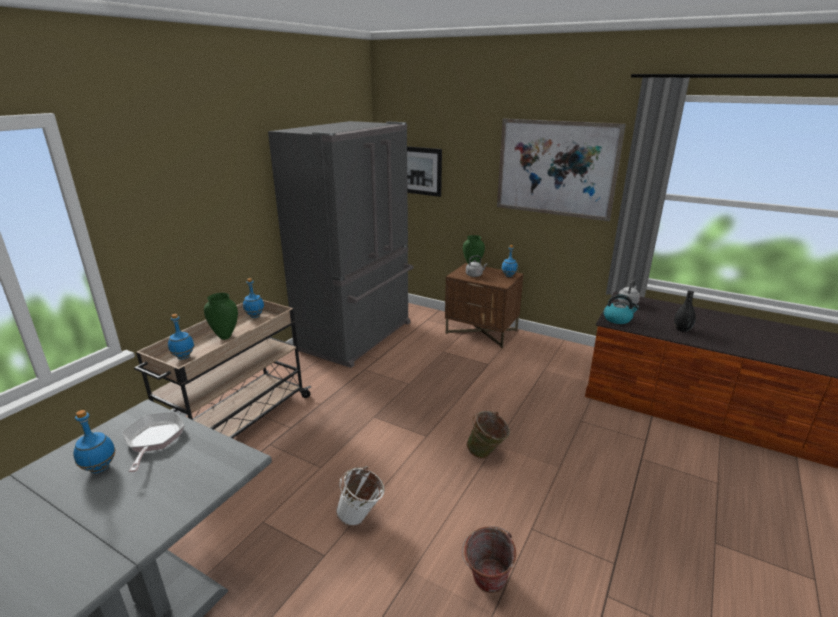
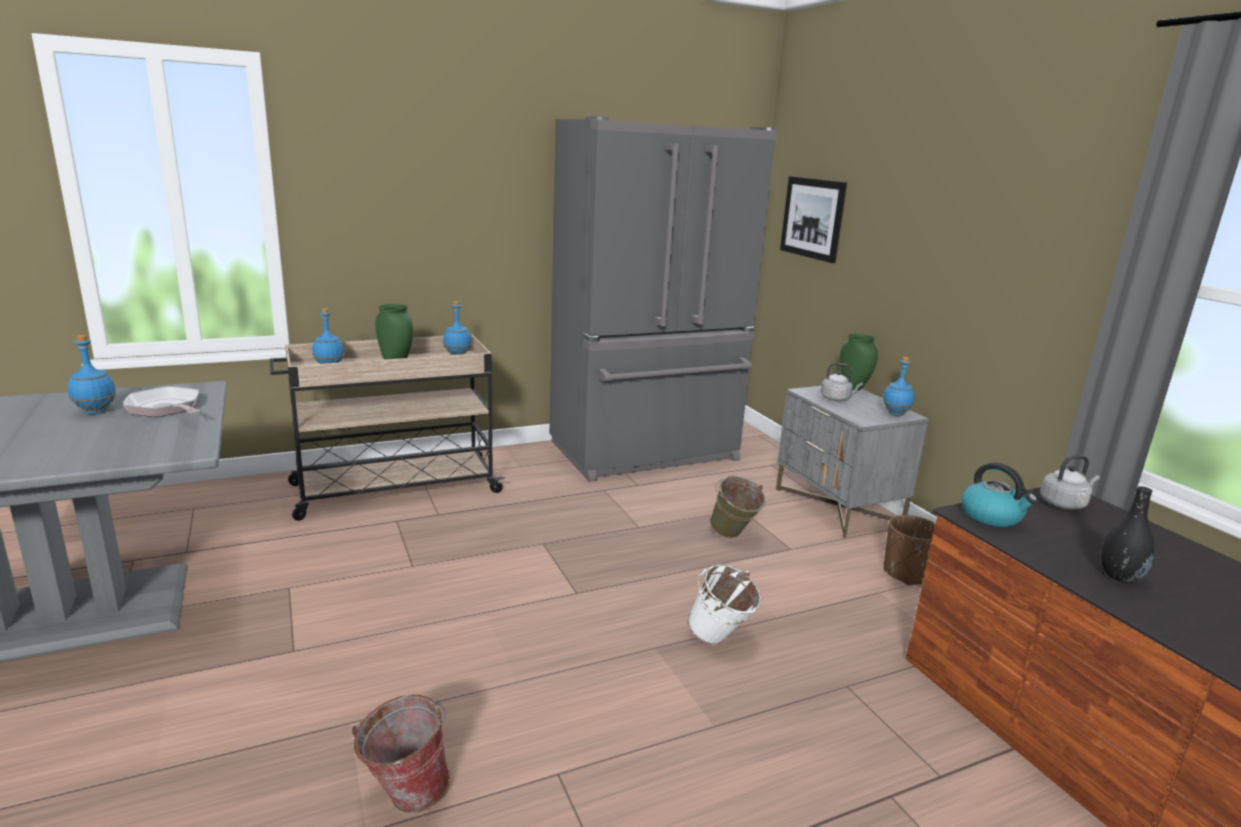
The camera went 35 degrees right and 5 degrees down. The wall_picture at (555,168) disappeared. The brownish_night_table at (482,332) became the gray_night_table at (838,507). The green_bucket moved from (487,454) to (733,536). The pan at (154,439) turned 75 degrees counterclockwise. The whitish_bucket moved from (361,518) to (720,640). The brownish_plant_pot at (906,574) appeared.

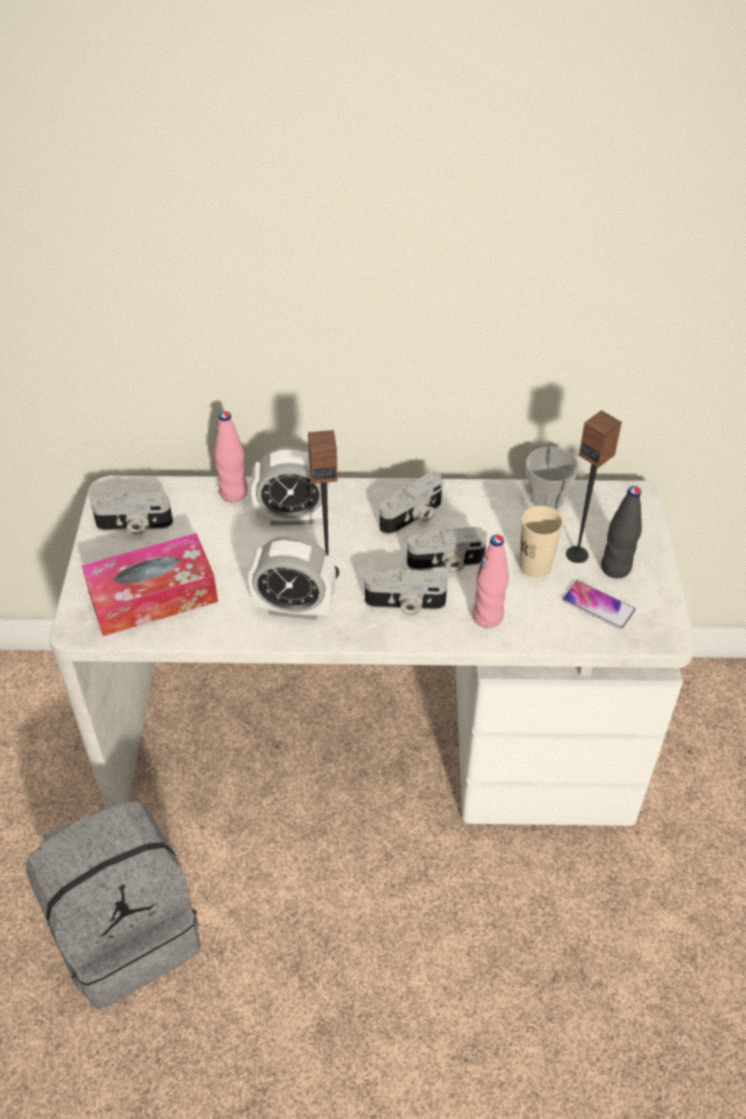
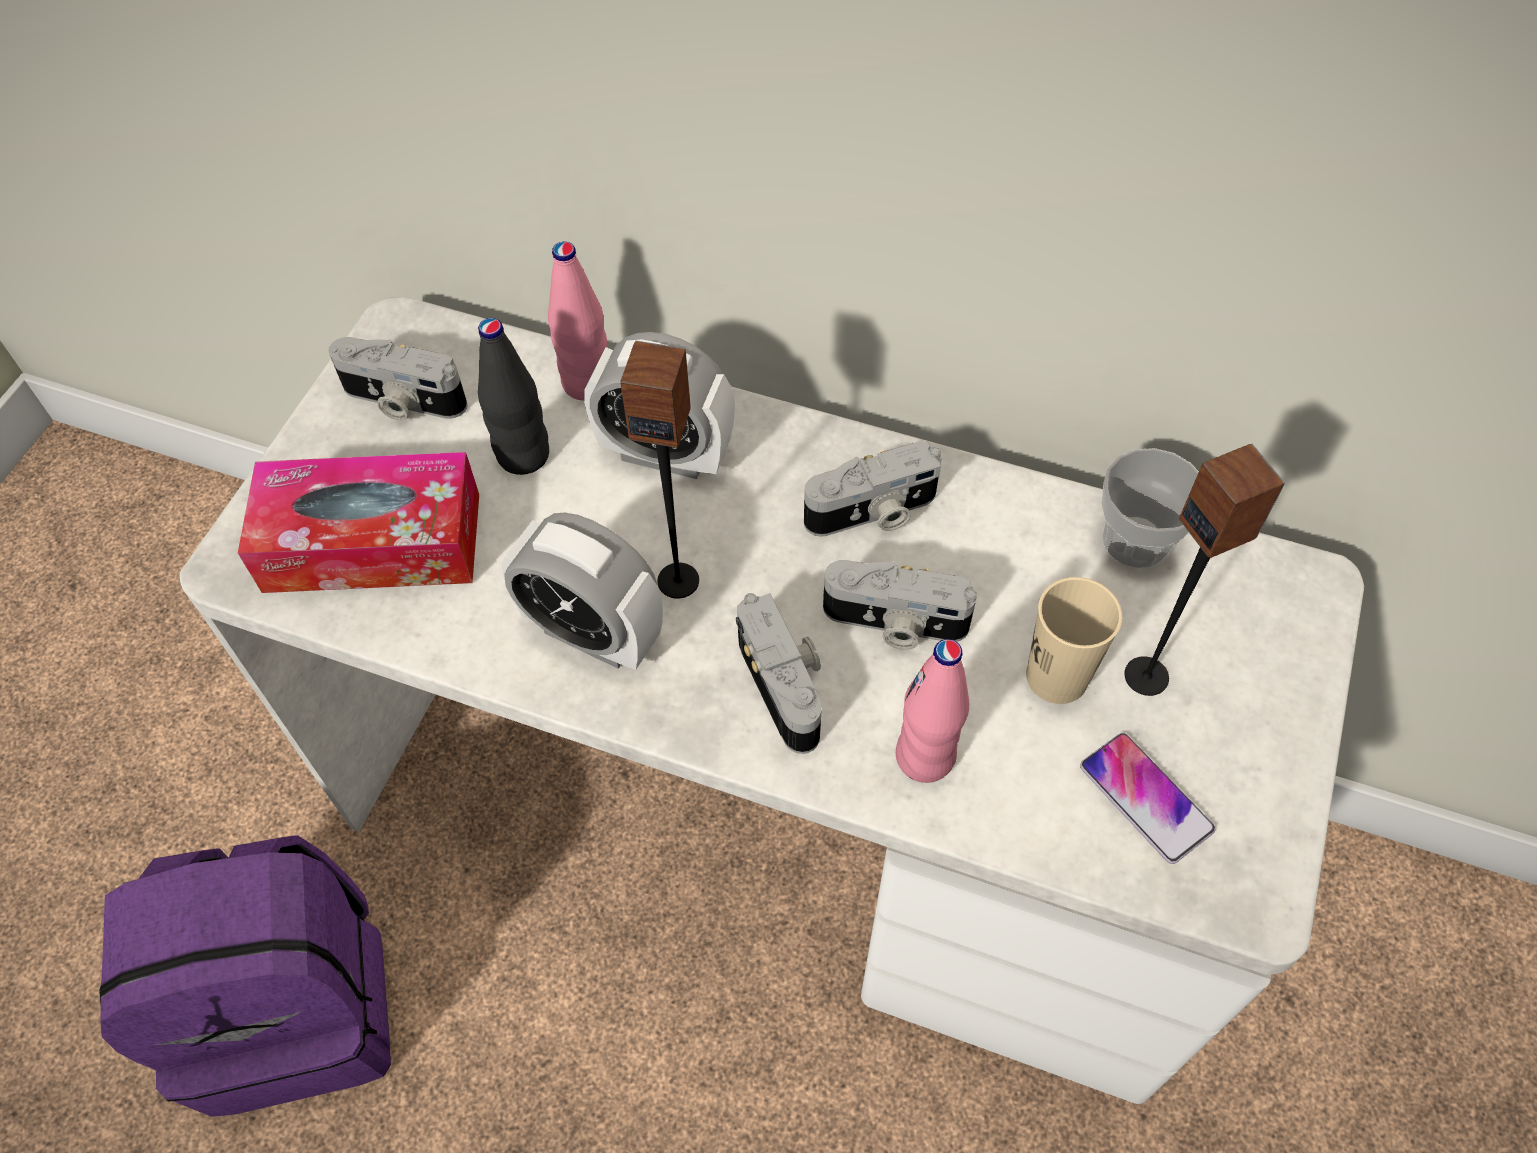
The camera went 20 degrees right and 10 degrees up. The black_bottle moved from (615,568) to (523,456). The photo_camera at (405,604) turned 135 degrees counterclockwise. The gray_knapsack at (127,932) became the purple-coloured_knapsack at (298,1006).

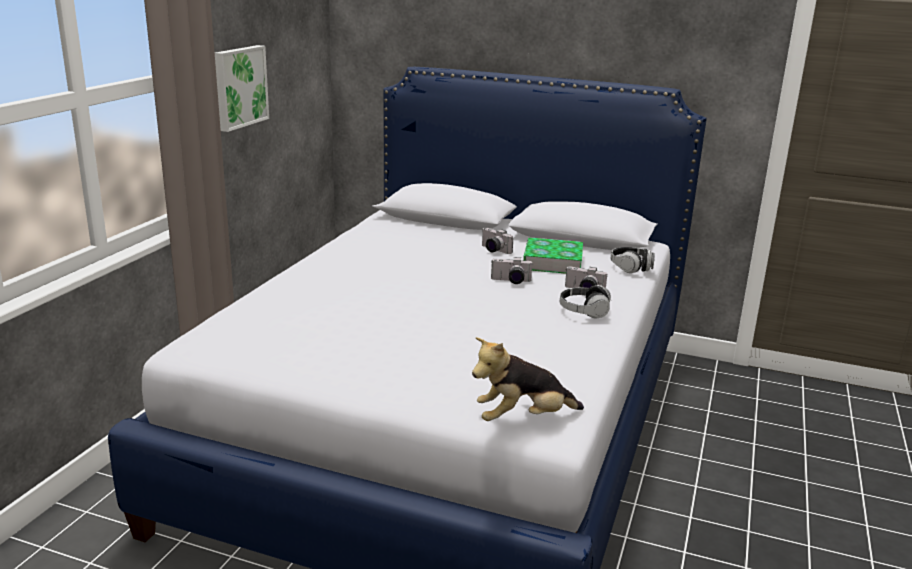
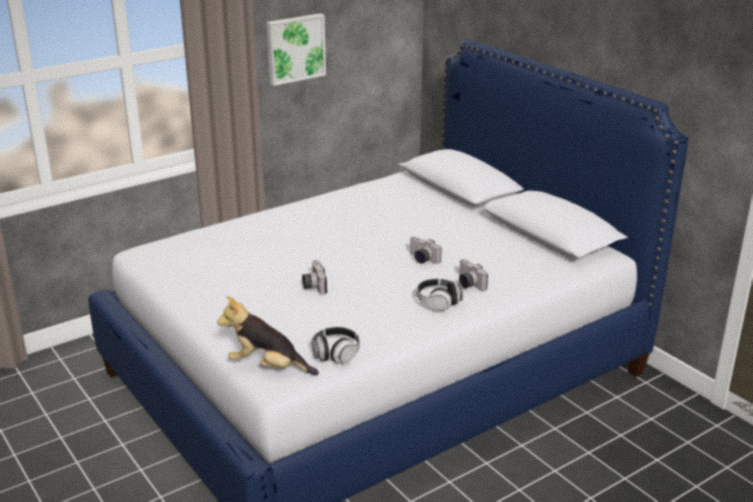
The camera went 35 degrees right and 5 degrees up. The photo_camera moved from (493,250) to (313,285). The book at (552,262) disappeared. The pair_of_headphones moved from (631,268) to (335,354).

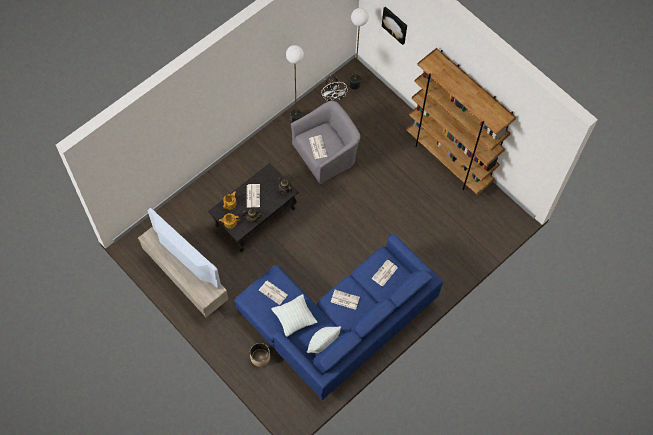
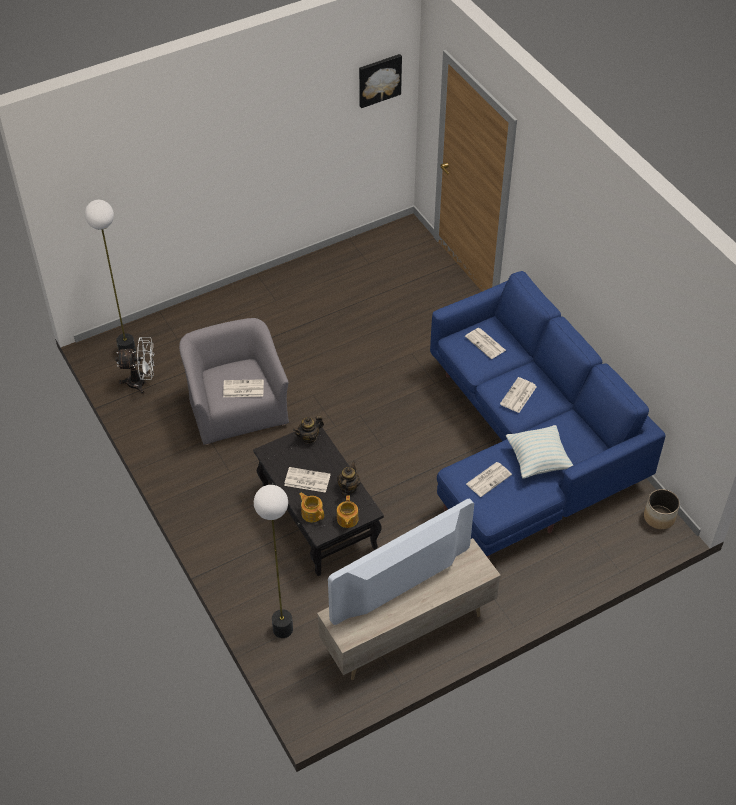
The camera went 75 degrees left and 15 degrees down. The wall_picture moved from (395,25) to (379,79). The standing_lamp moved from (296,119) to (282,629). The brownish_shelving_unit at (449,159) disappeared. The pillow at (323,344) disappeared. The plant_pot moved from (260,357) to (659,517).

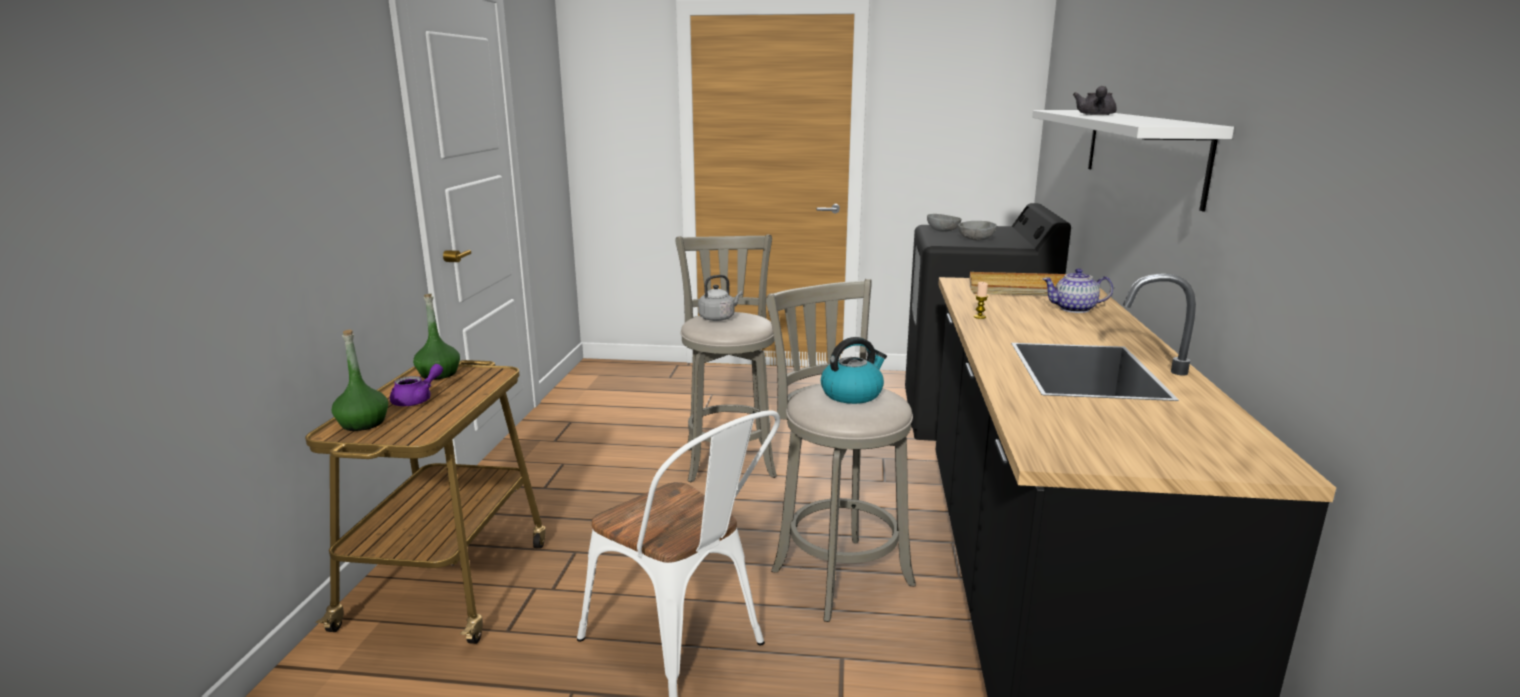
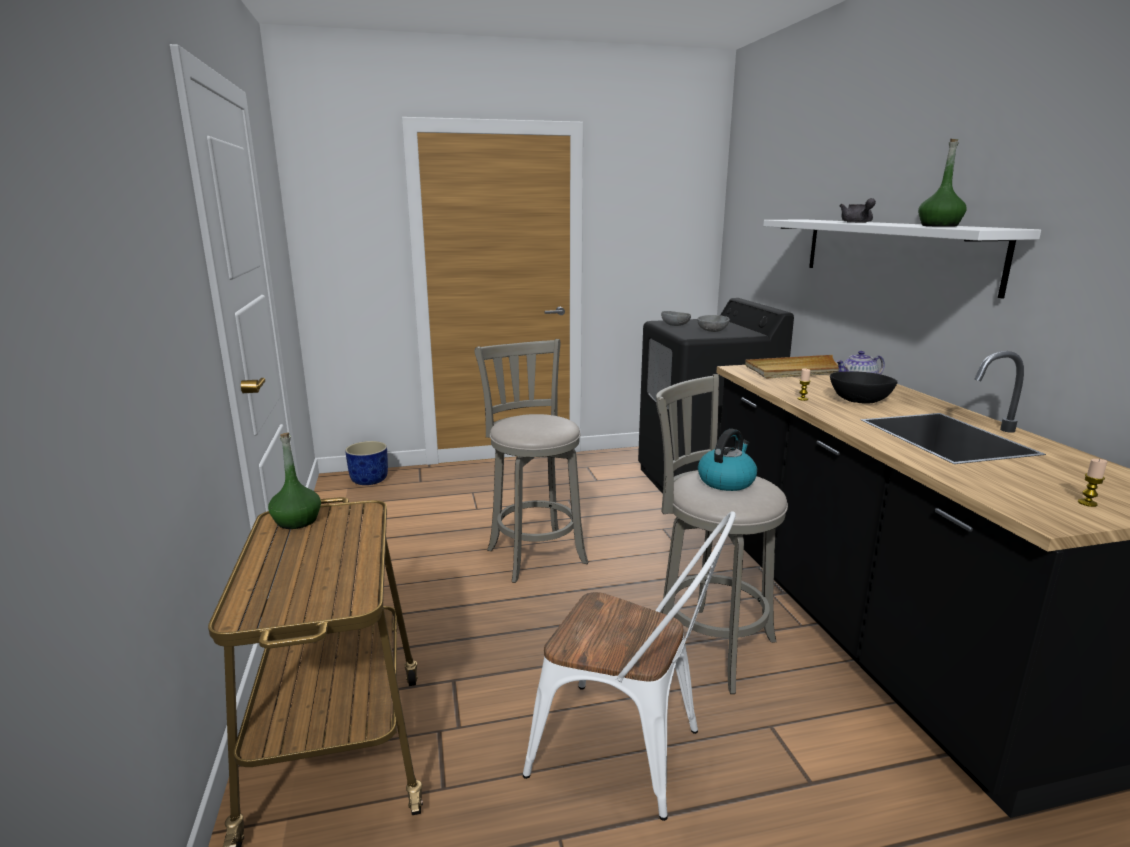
The camera went 20 degrees left and 0 degrees up. The gray_kettle at (718,318) disappeared. The green_bottle moved from (363,423) to (939,226). The purple-coloured_teapot at (418,400) disappeared. The black_bowl at (859,400) appeared. The blue_plant_pot at (369,480) appeared. The wax_candle at (1087,503) appeared.

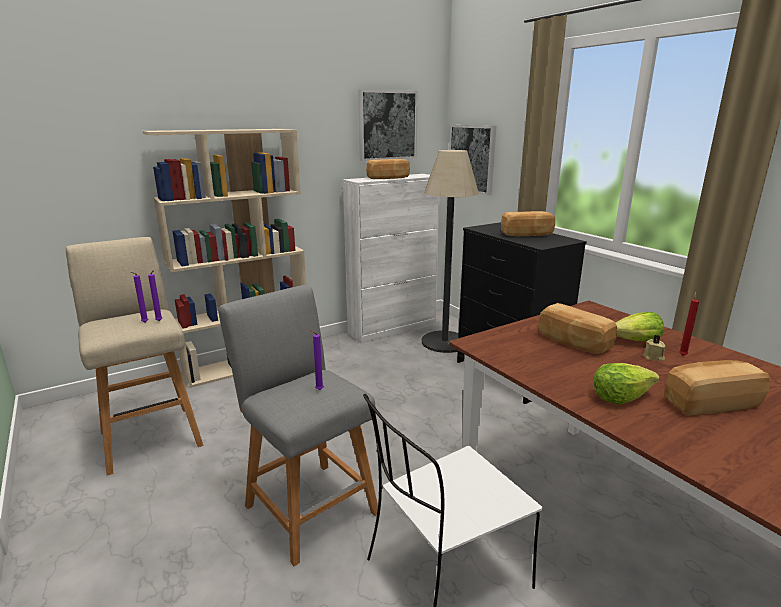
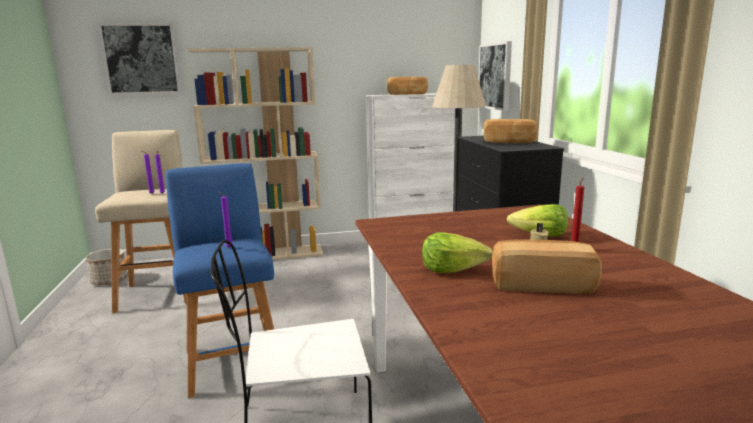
The camera went 20 degrees right and 5 degrees down. The wall_picture moved from (387,125) to (141,59). The gray_sitting_stool at (308,505) became the blue_sitting_stool at (232,359). The bread at (573,342) disappeared. The plant_pot at (109,280) appeared.

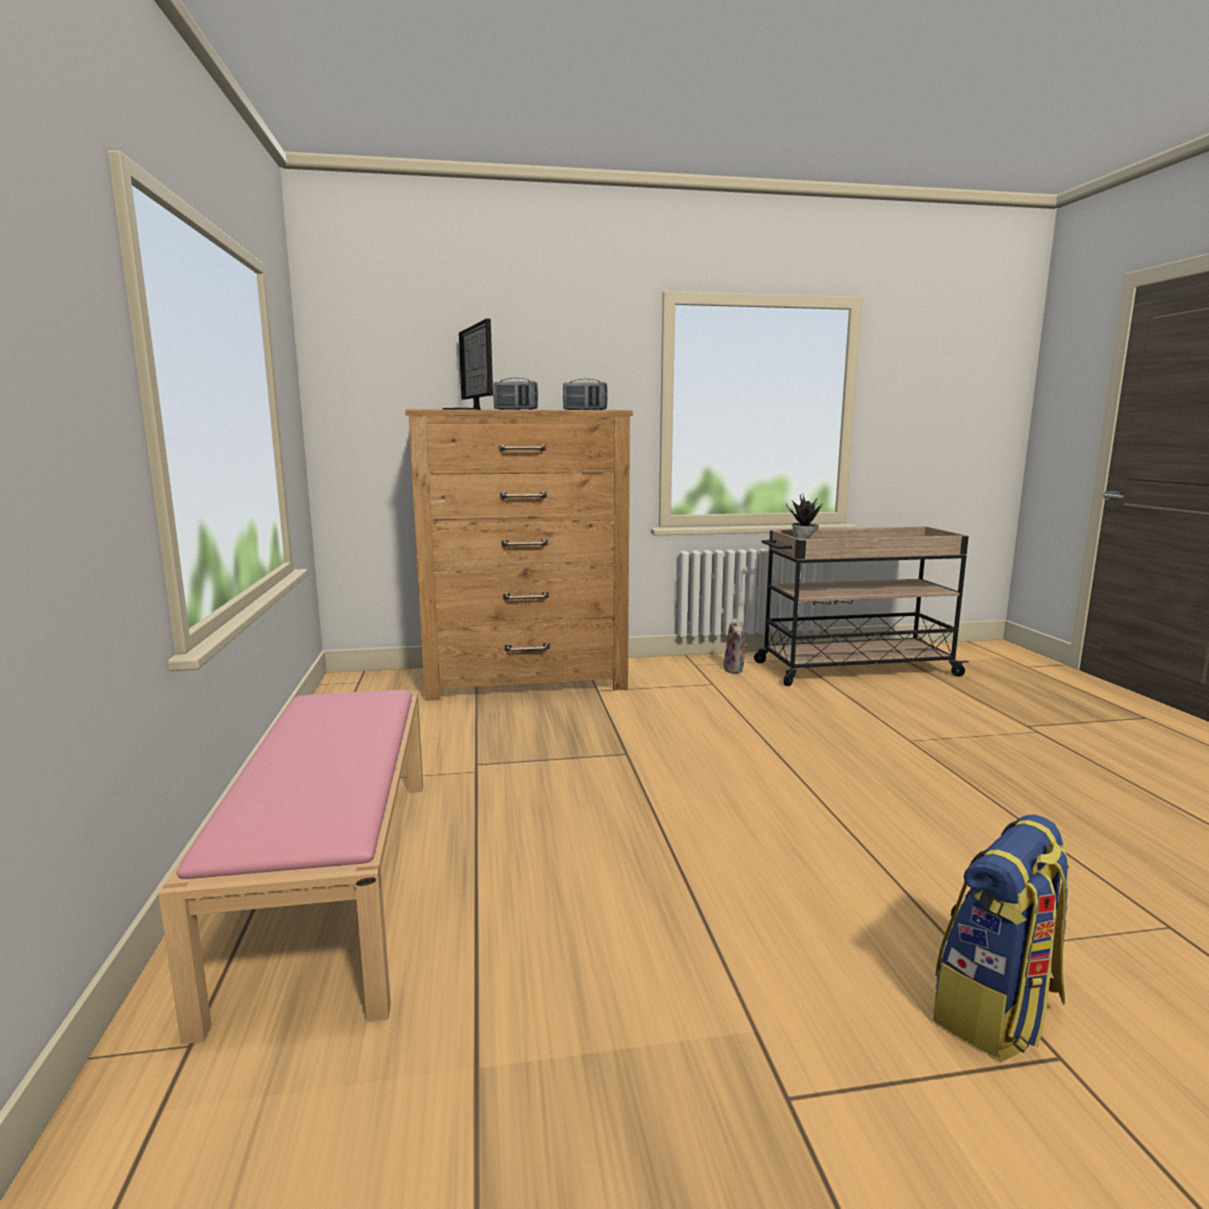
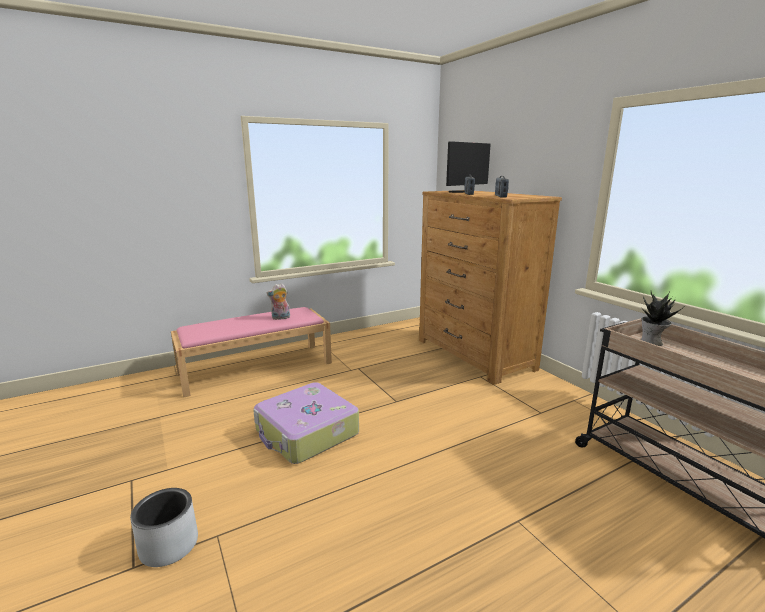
The camera went 70 degrees right and 5 degrees up. The plush_toy moved from (735,670) to (280,318). The knapsack at (997,1011) was replaced by the gray_plant_pot at (168,546). The piece_of_luggage at (306,433) appeared.

